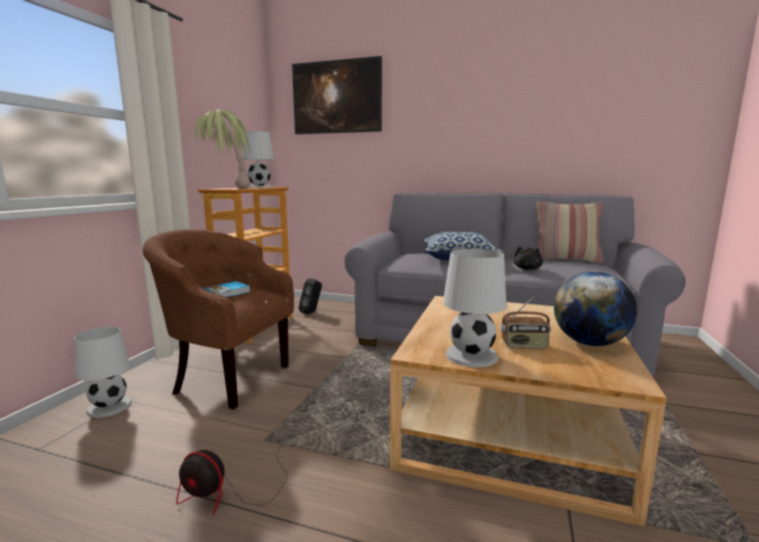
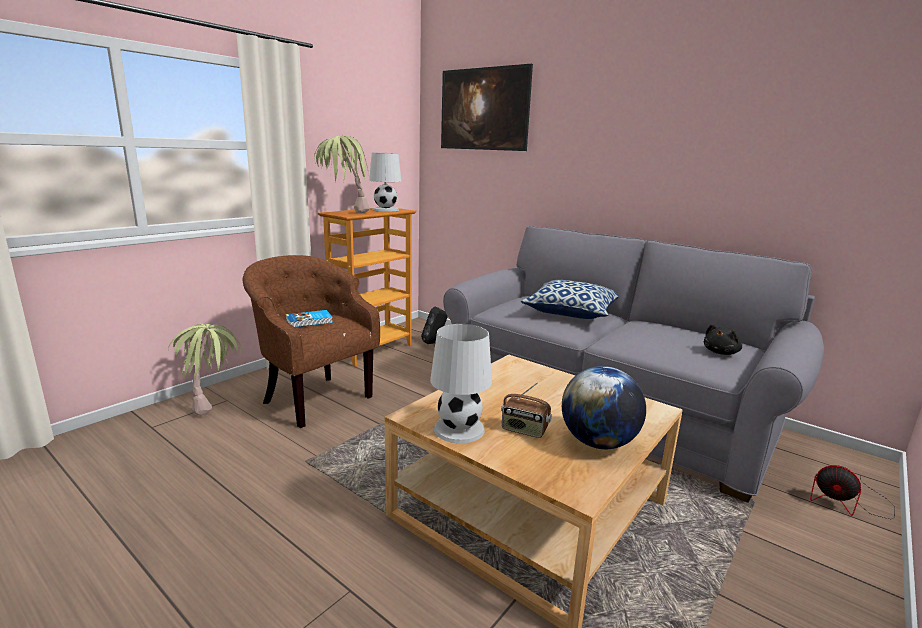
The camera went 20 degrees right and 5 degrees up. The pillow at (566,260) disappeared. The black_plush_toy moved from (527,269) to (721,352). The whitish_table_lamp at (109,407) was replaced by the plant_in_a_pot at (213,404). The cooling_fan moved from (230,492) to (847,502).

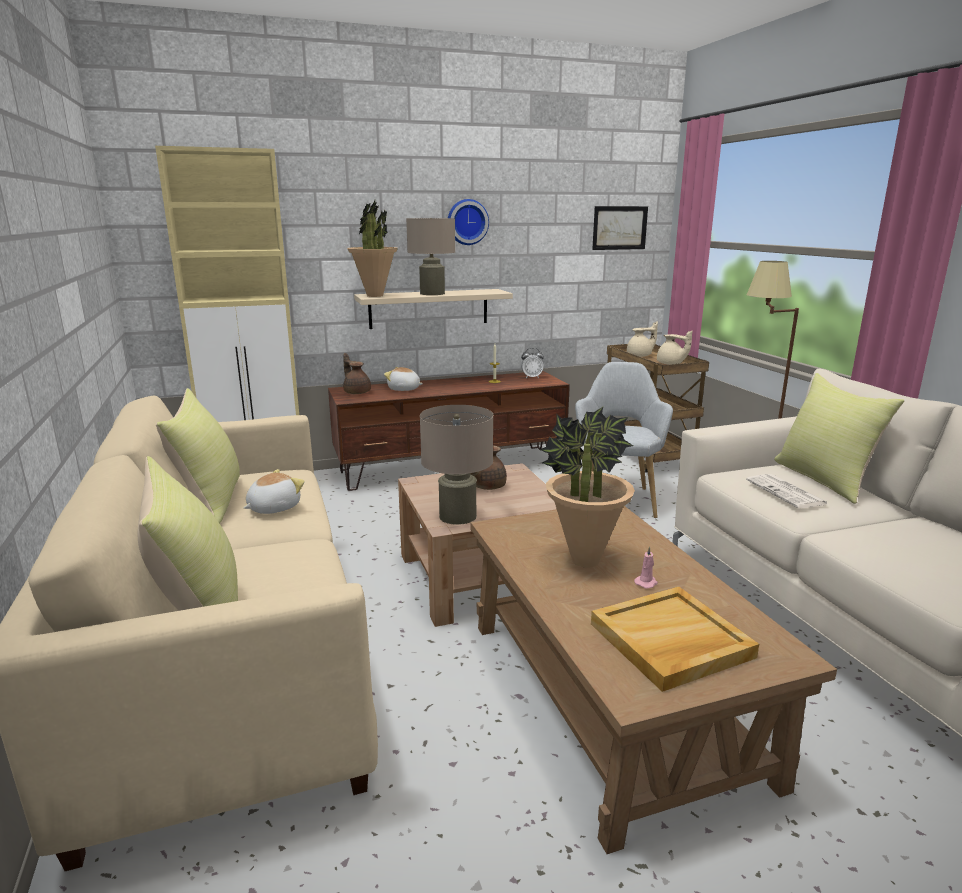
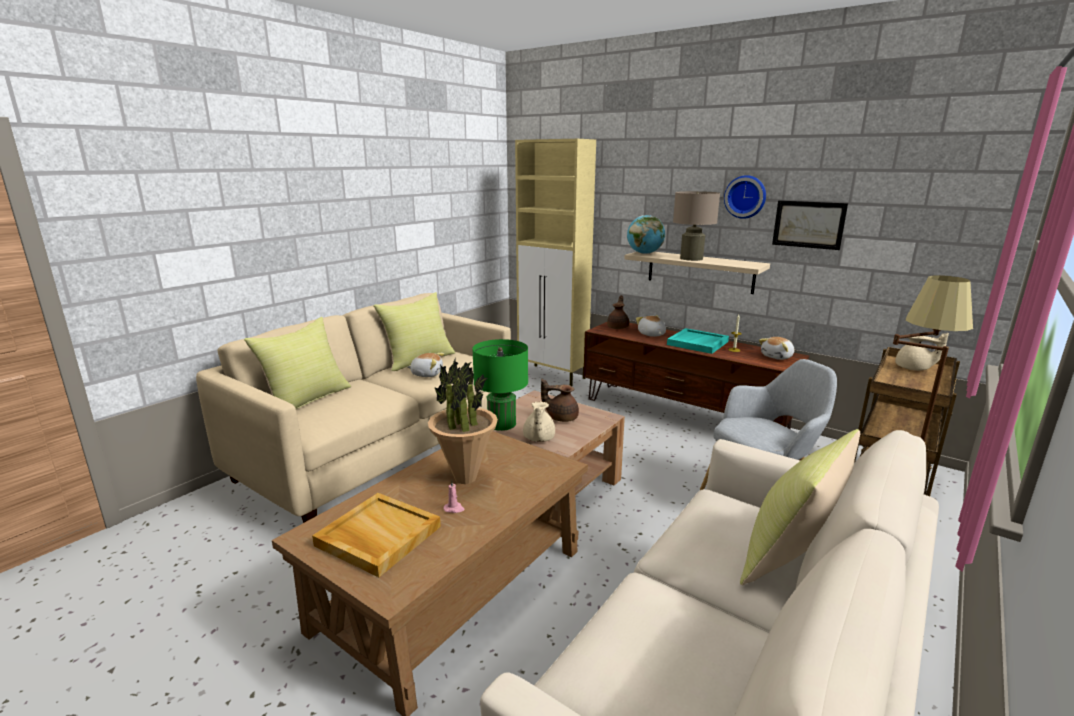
The camera went 55 degrees right and 0 degrees up. The plant_in_a_pot at (375,295) was replaced by the globe at (644,253). The wall_picture moved from (619,228) to (808,224). The sand-coloured_teapot moved from (671,364) to (538,438). The table_clock at (531,377) was replaced by the plush_toy at (777,357). The sand-coloured_table_lamp at (457,516) became the green_table_lamp at (501,424). The daily_paper at (787,492) disappeared. The blue-green_carrying_tray at (698,343) appeared.

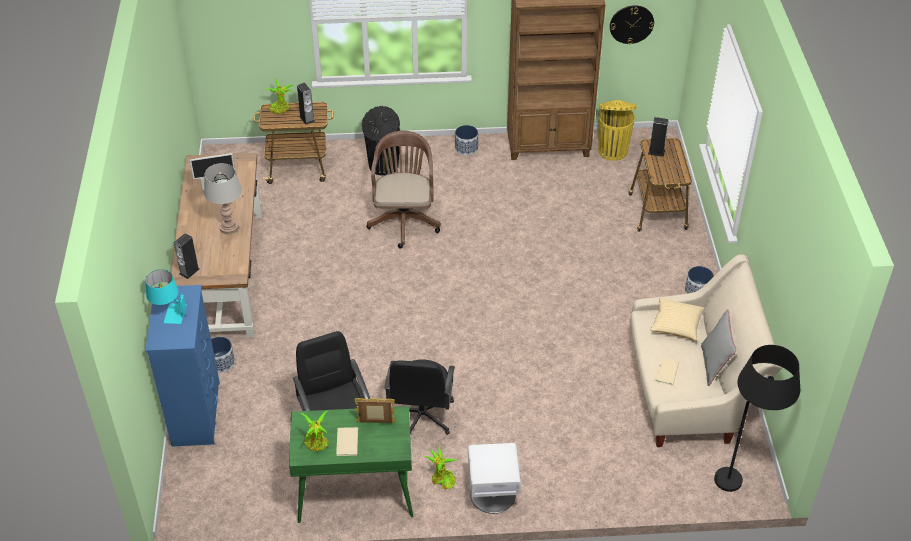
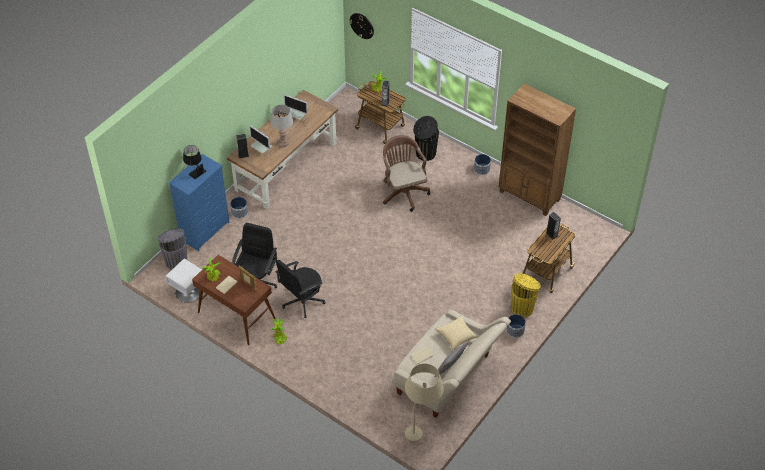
The camera went 40 degrees right and 5 degrees up. The clock_on_the_wall moved from (631,24) to (362,25). The yellow-coloured_trash_can moved from (612,150) to (522,308). The brownish_computer_chair at (404,220) turned 60 degrees counterclockwise. The blue-green_table_lamp at (169,313) became the black_table_lamp at (195,171). The black_standing_lamp at (743,479) became the sand-coloured_standing_lamp at (422,439). The green_desk at (354,491) became the brownish_desk at (236,315). The whitish_night_table moved from (492,495) to (188,292). The monitor at (262,152) appeared. The gray_trash_can at (176,261) appeared.

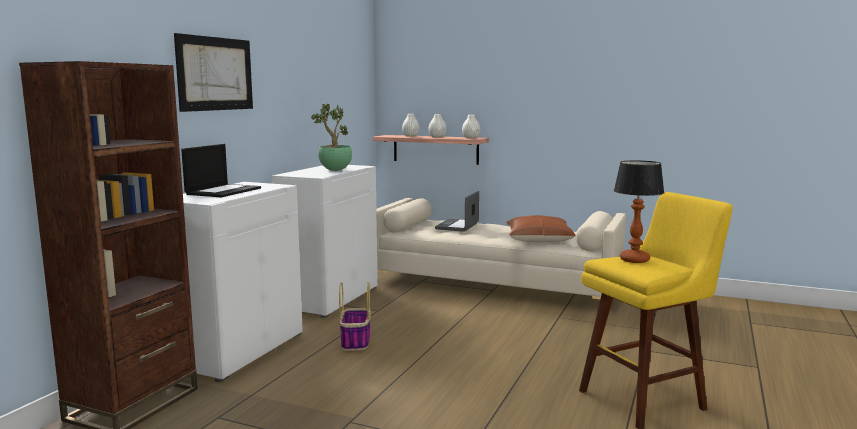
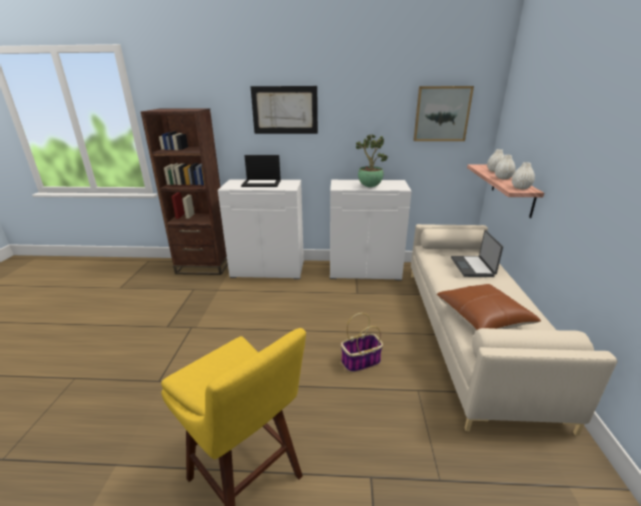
The camera went 70 degrees right and 15 degrees up. The table_lamp at (635,260) disappeared. The laptop at (458,226) turned 90 degrees counterclockwise. The household_basket moved from (355,342) to (360,361). The wall_picture at (441,114) appeared.

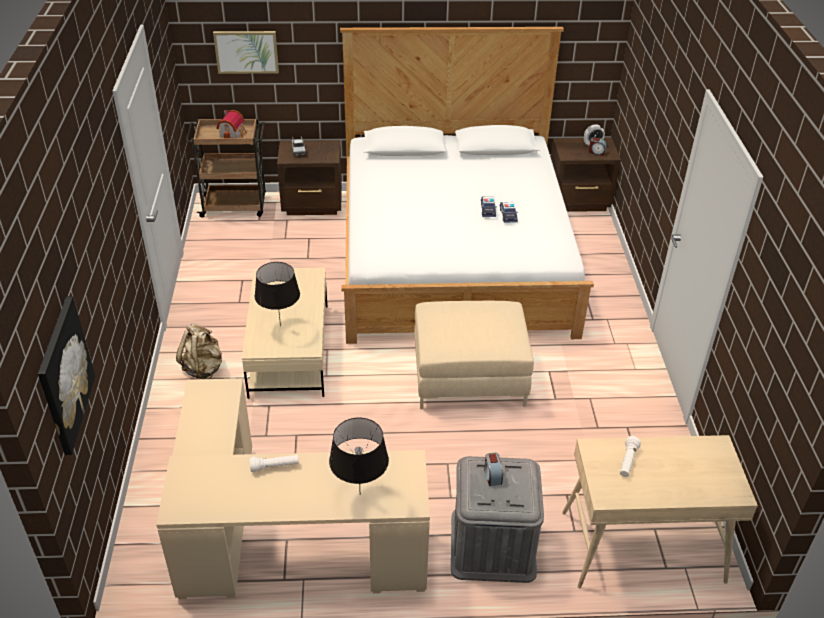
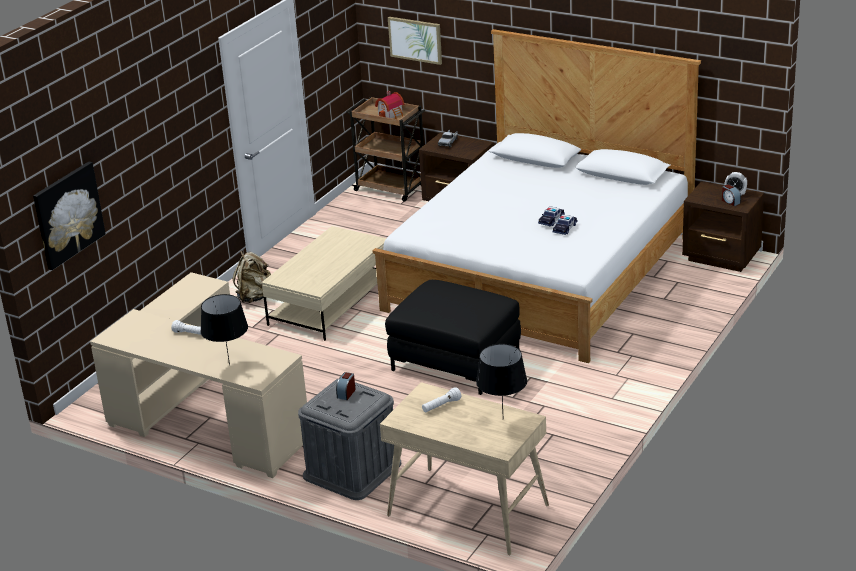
The camera went 35 degrees right and 10 degrees down. The black_table_lamp moved from (280,325) to (503,419). The sand-coloured_ottoman at (469,377) became the black_ottoman at (456,361).

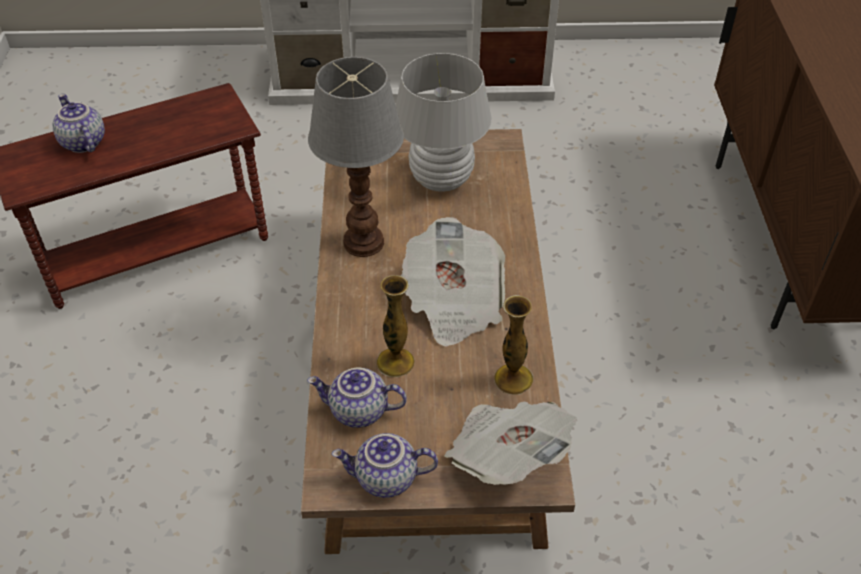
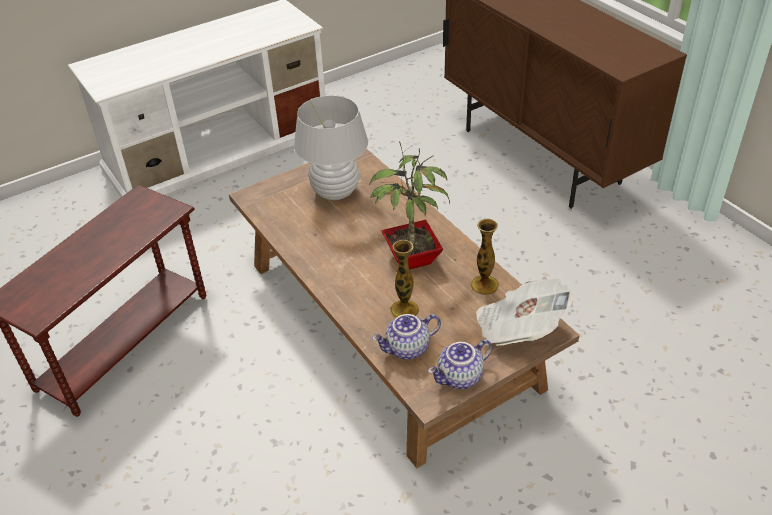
The camera went 30 degrees left and 5 degrees down. The table_lamp at (363,243) disappeared. The teapot at (82,143) disappeared. The daily_paper at (453,303) was replaced by the plant_in_a_pot at (409,259).

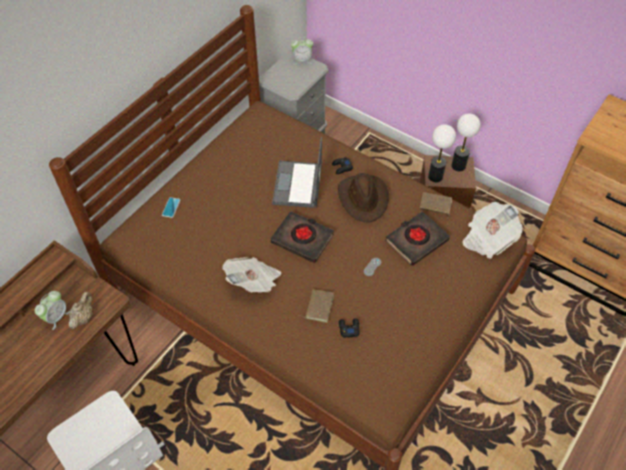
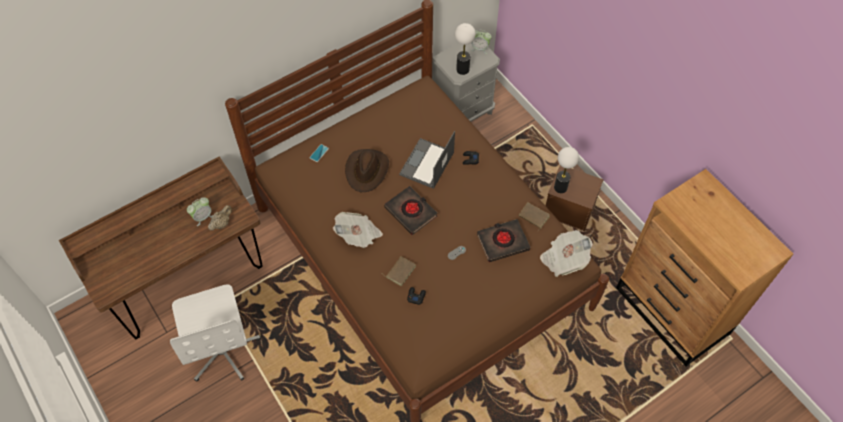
The camera went 20 degrees right and 5 degrees up. The table_lamp moved from (458,165) to (462,69). The brownish_wearable_hat moved from (363,198) to (367,171).

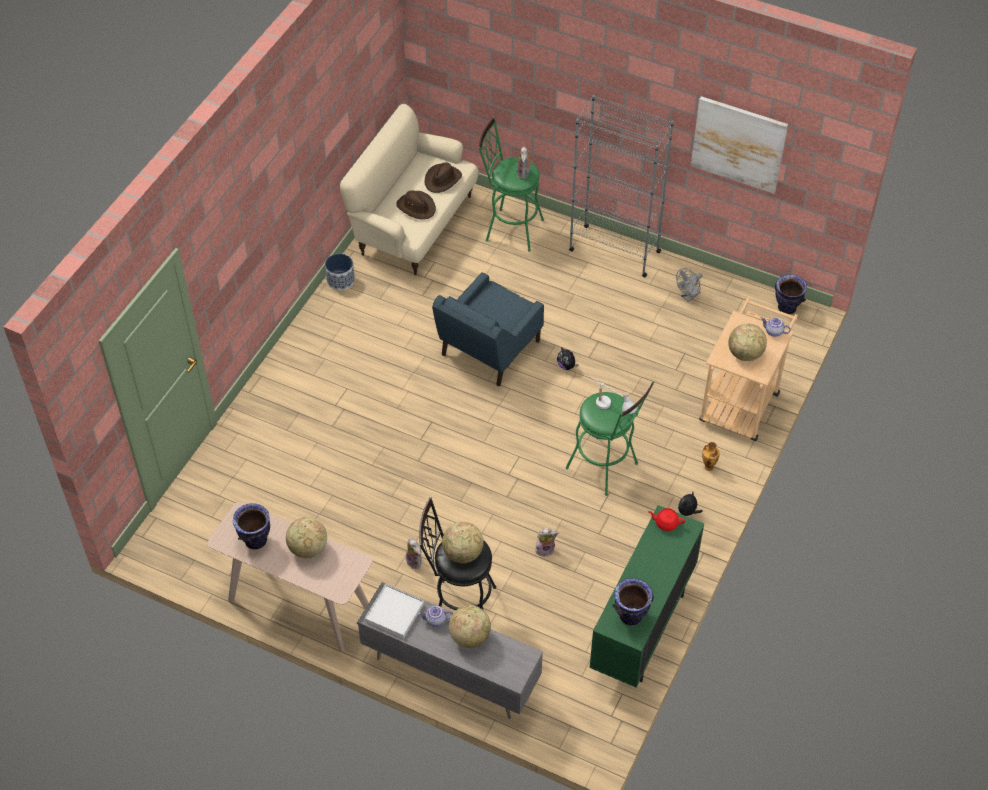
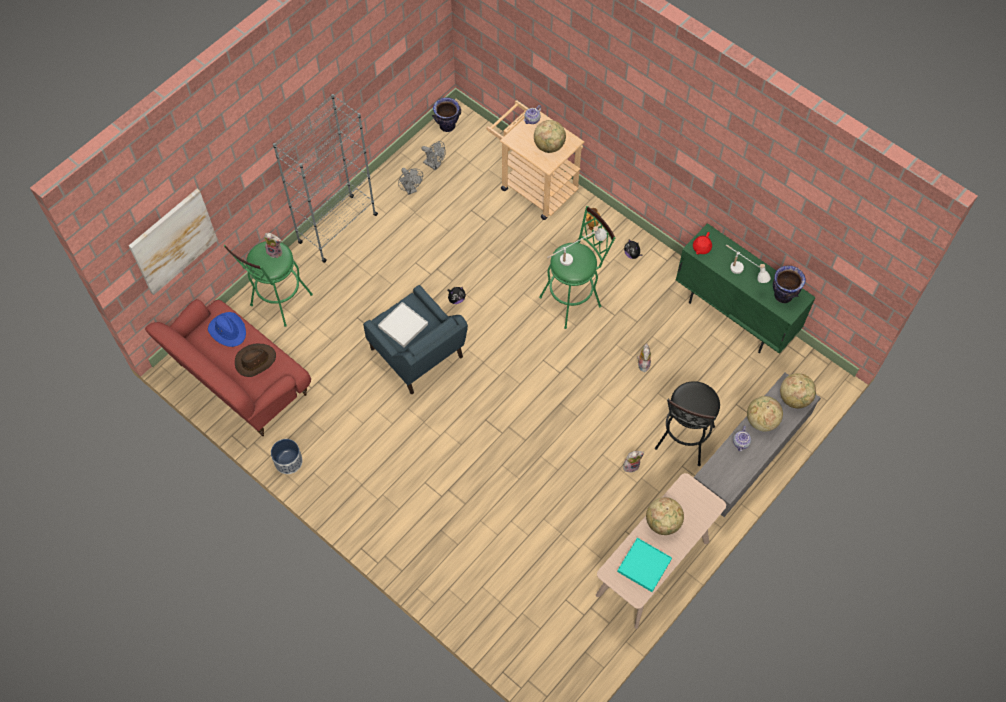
The camera went 75 degrees left and 10 degrees up. The wall_picture moved from (738,144) to (173,241). The sand-coloured_settee at (413,225) became the reddish_settee at (240,382). The brownish_wearable_hat at (442,180) became the blue_wearable_hat at (228,330). The decorative_vase at (255,540) was replaced by the blue-green_carrying_tray at (644,565). The globe moved from (463,553) to (794,398). The whitish_carrying_tray moved from (394,613) to (403,326). The gray_cooling_fan at (434,165) appeared. The whitish_table_lamp at (742,275) appeared.

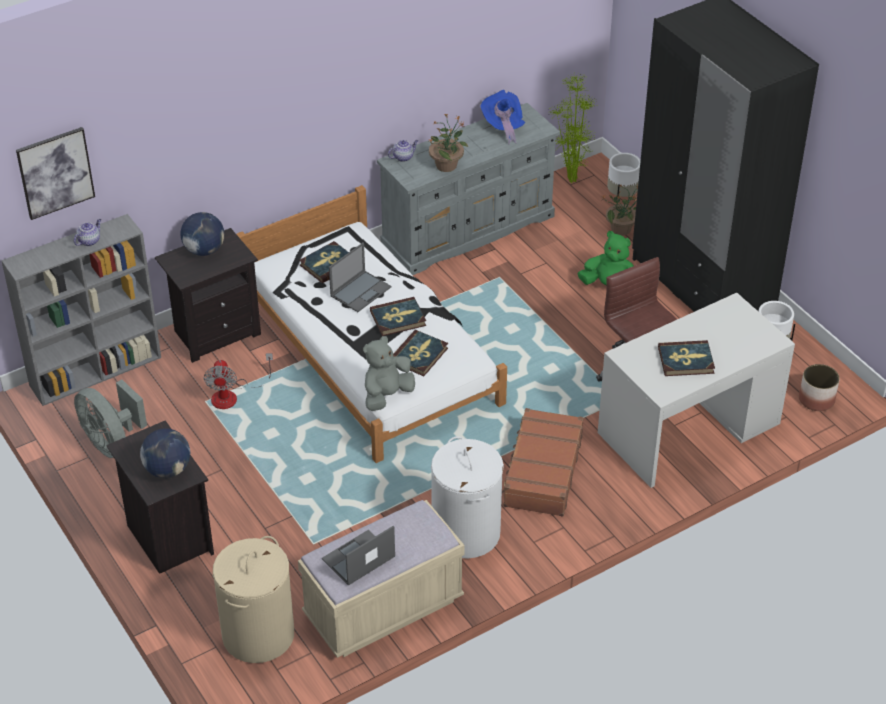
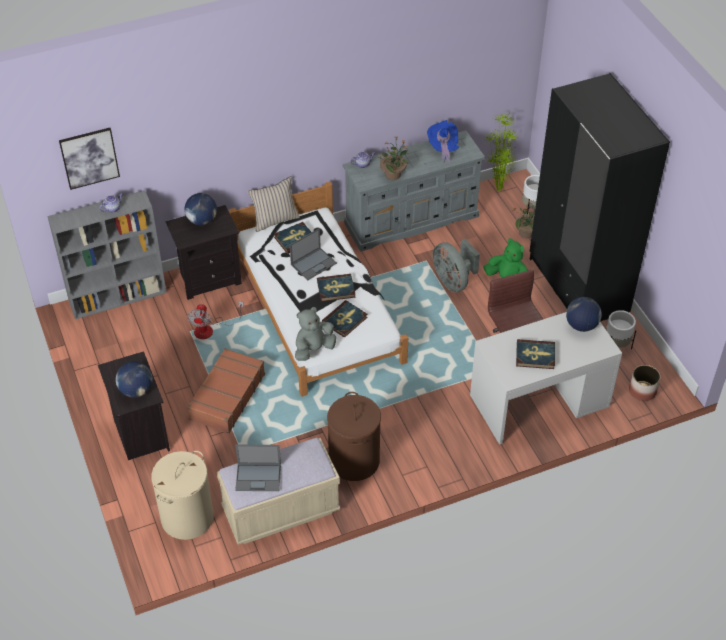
The camera went 10 degrees right and 5 degrees up. The gray_cooling_fan moved from (112,442) to (453,281). The brownish_piece_of_luggage moved from (542,471) to (227,397). The whitish_laundry_basket at (466,533) became the brownish_laundry_basket at (354,461). The laptop at (358,558) turned 150 degrees counterclockwise. The sand-coloured_pillow at (274,220) appeared. The globe at (581,325) appeared.

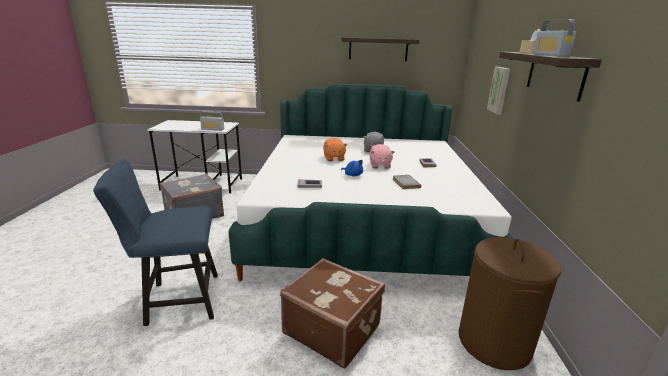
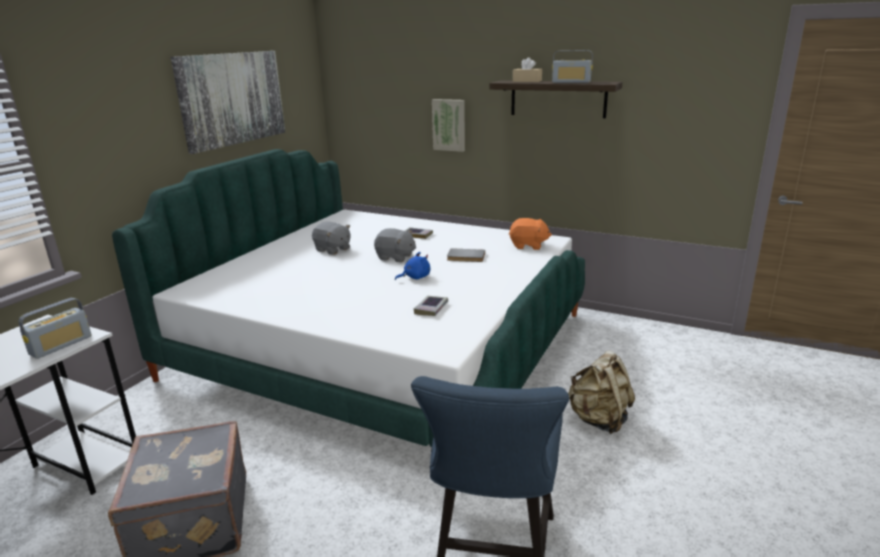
The camera went 65 degrees left and 0 degrees up. The wall_shelf at (378,49) was replaced by the wall_picture at (232,99). The orange-coloured_plush_toy moved from (333,158) to (528,246). The pinkish_plush_toy at (379,165) became the gray_plush_toy at (395,257). The brownish_laundry_basket at (494,342) disappeared. The brownish_piece_of_luggage at (332,329) was replaced by the sand-coloured_knapsack at (599,420).

